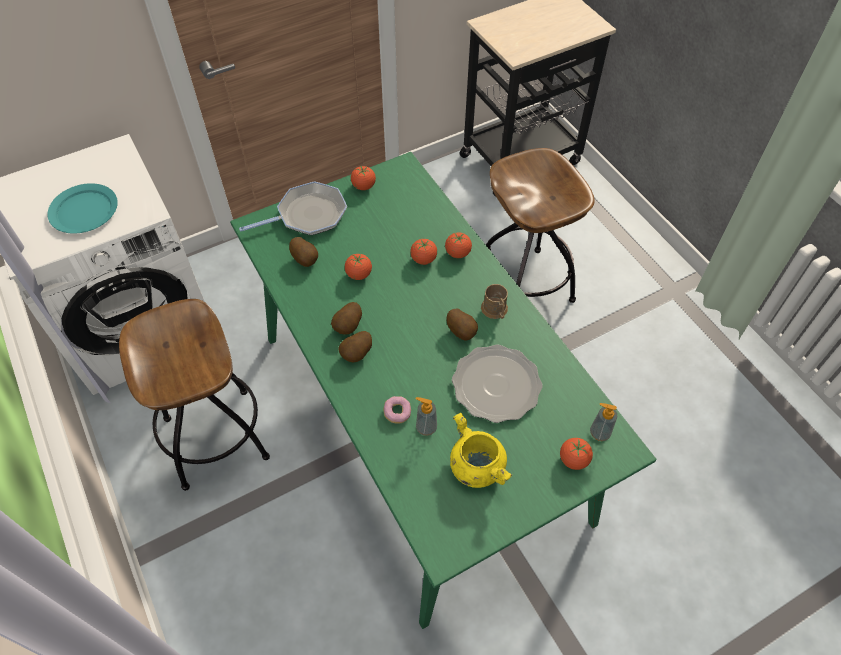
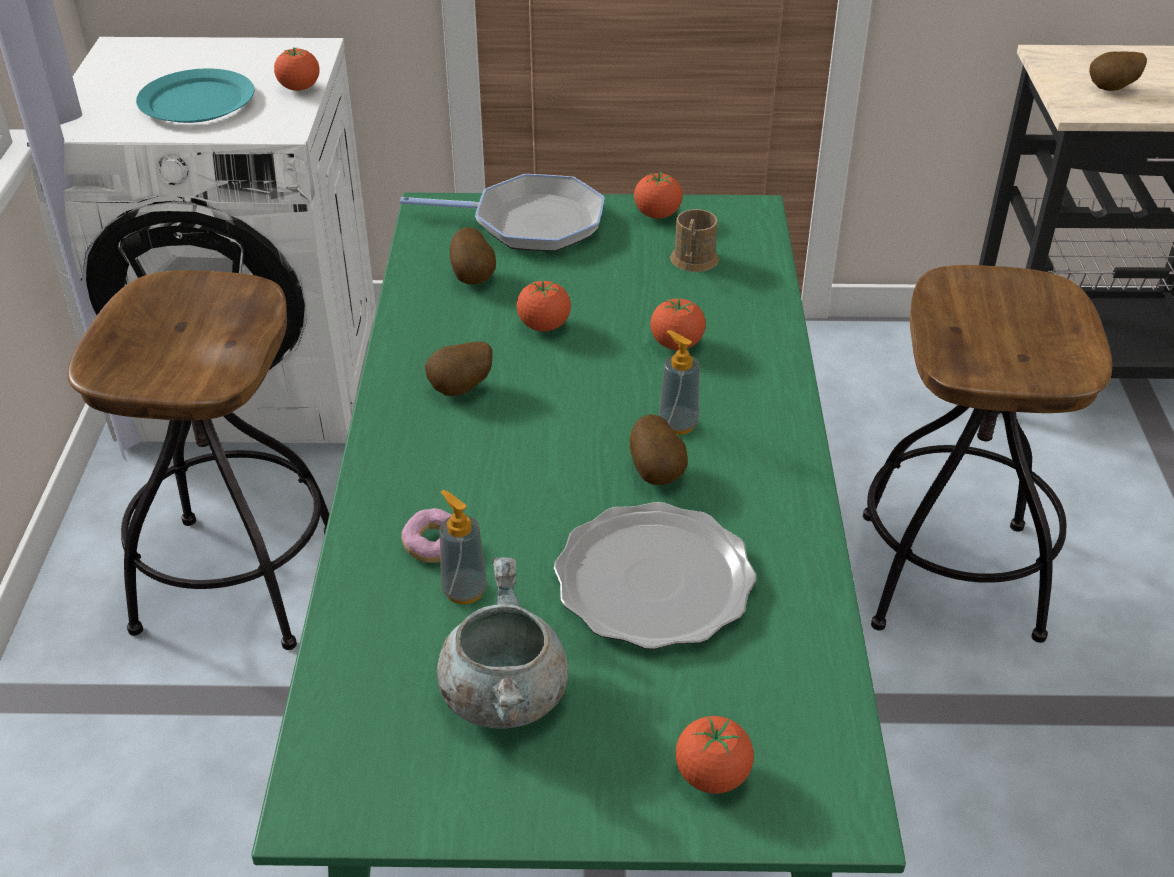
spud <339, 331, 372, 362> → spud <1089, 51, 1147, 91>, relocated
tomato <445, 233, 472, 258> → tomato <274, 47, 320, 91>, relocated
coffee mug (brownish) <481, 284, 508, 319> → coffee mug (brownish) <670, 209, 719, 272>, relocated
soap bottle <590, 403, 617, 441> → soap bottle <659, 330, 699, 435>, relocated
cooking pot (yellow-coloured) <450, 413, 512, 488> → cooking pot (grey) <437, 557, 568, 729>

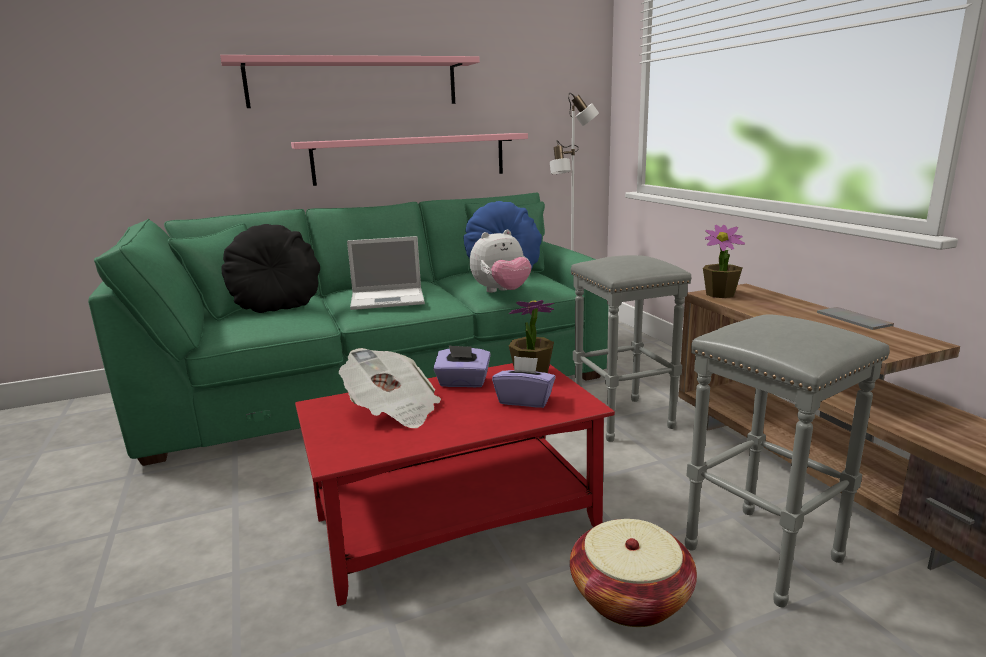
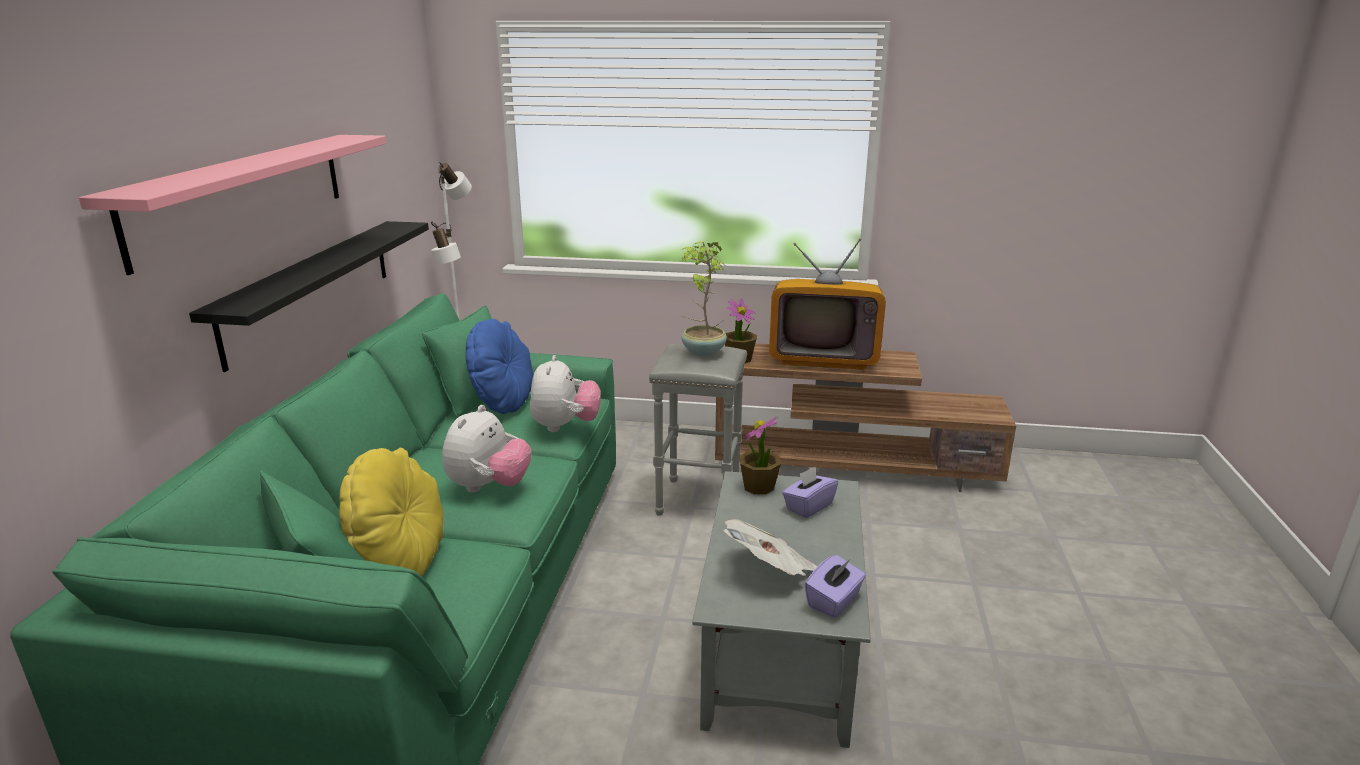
basket <570, 519, 697, 627> → -
sitting stool (grey) <685, 315, 890, 607> → -
- → potted plant <681, 241, 727, 356>
- → television <769, 238, 886, 370>
tissue holder (purplish) <433, 345, 491, 387> → tissue holder (purplish) <805, 555, 866, 618>, relocated
laptop <347, 236, 425, 310> → soft toy <442, 405, 531, 493>
throw pillow (blackish) <222, 224, 320, 313> → throw pillow (yellow-coloured) <339, 448, 443, 577>
wall shelf (pink) <291, 133, 528, 186> → wall shelf (blackish) <189, 221, 429, 372>
lounge table (red-coloured) <295, 363, 615, 606> → lounge table (grey) <692, 471, 871, 748>

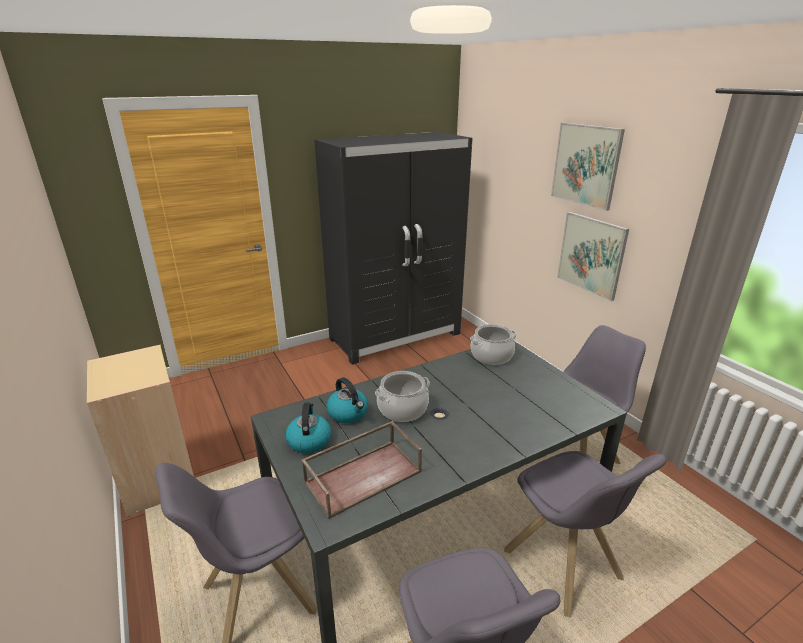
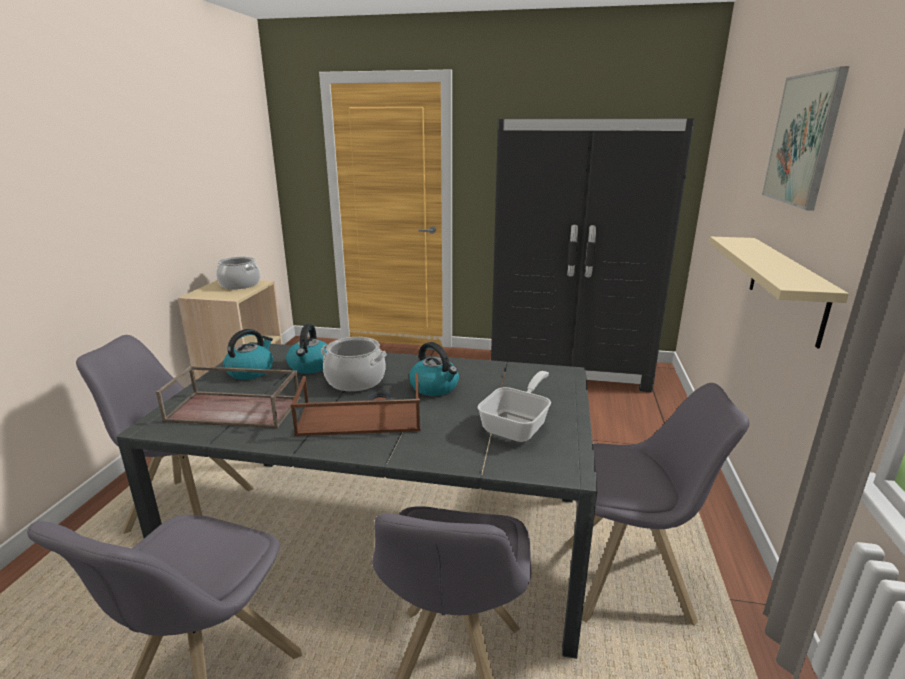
- → carrying tray (brownish) <290, 373, 421, 436>
- → water kettle <409, 342, 459, 396>
- → skillet <477, 371, 551, 442>
cooking pot <470, 324, 517, 365> → cooking pot <216, 256, 260, 289>, relocated
wall art <557, 212, 629, 301> → wall shelf (beige) <709, 237, 849, 349>

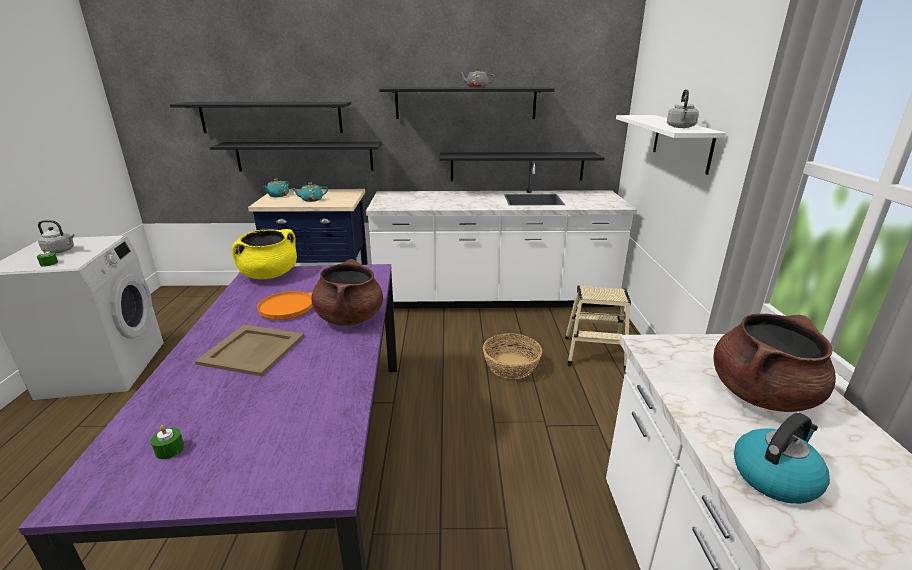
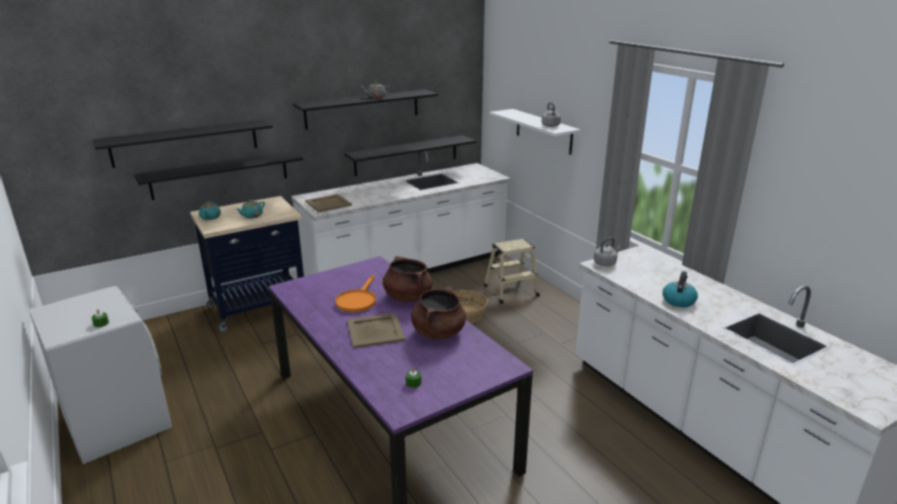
cooking pot (yellow-coloured) <232, 229, 297, 279> → -
- → carrying tray (beige) <305, 194, 352, 212>
water kettle (grey) <38, 220, 75, 253> → water kettle (grey) <594, 238, 621, 266>, relocated
cooking pot (brownish) <713, 314, 836, 412> → cooking pot (brownish) <411, 286, 466, 340>, relocated

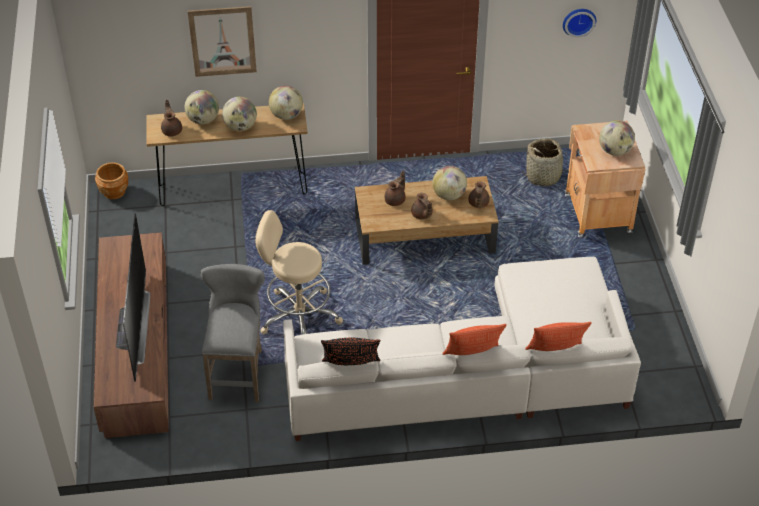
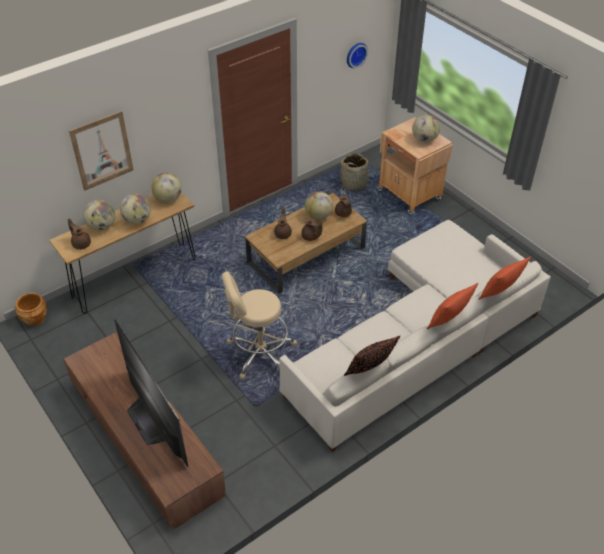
sitting stool (grey) <201, 264, 265, 402> → -

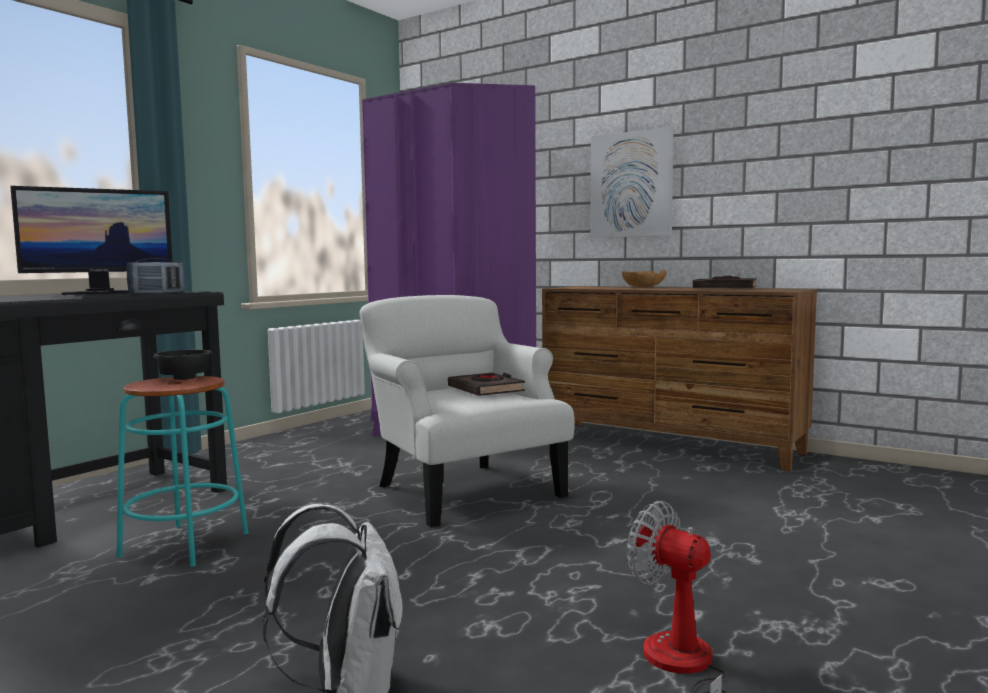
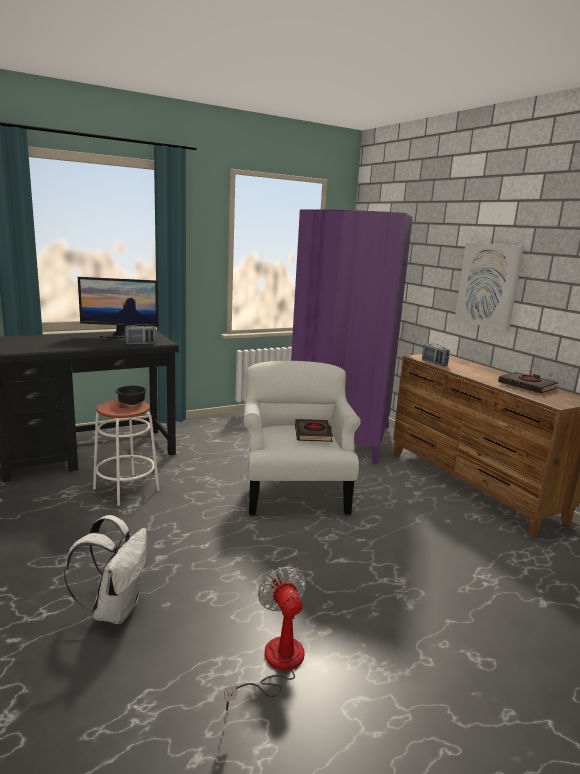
bowl (brownish) <622, 270, 667, 288> → -
- → radio set <422, 343, 450, 366>
sitting stool (blue-green) <117, 376, 248, 567> → sitting stool (whitish) <93, 400, 160, 506>

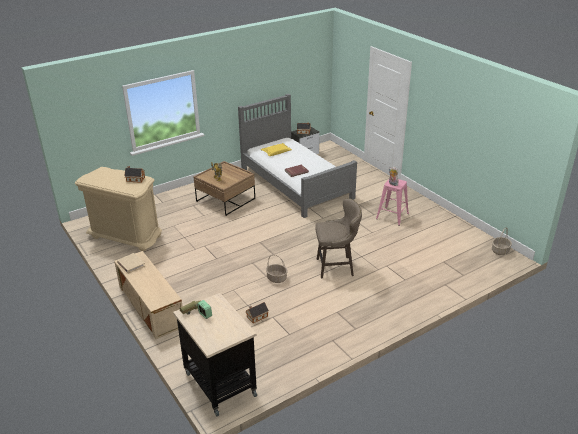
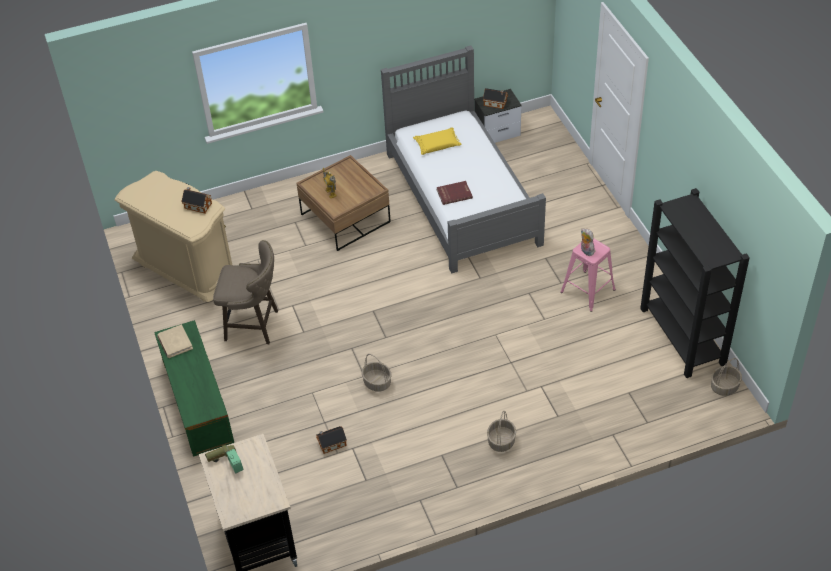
- → basket <487, 411, 516, 452>
- → bookcase (blackish) <640, 188, 750, 378>
sitting stool (beige) <315, 198, 362, 278> → sitting stool (beige) <213, 240, 278, 344>, relocated
bench (beige) <114, 251, 183, 339> → bench (greenish) <154, 320, 234, 457>

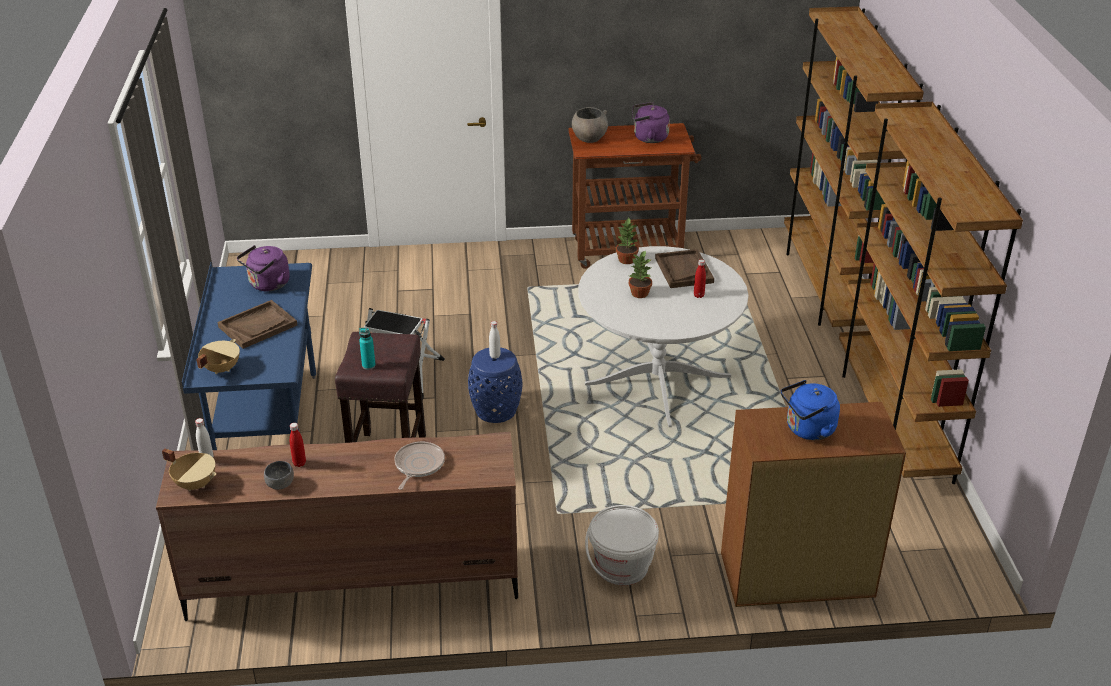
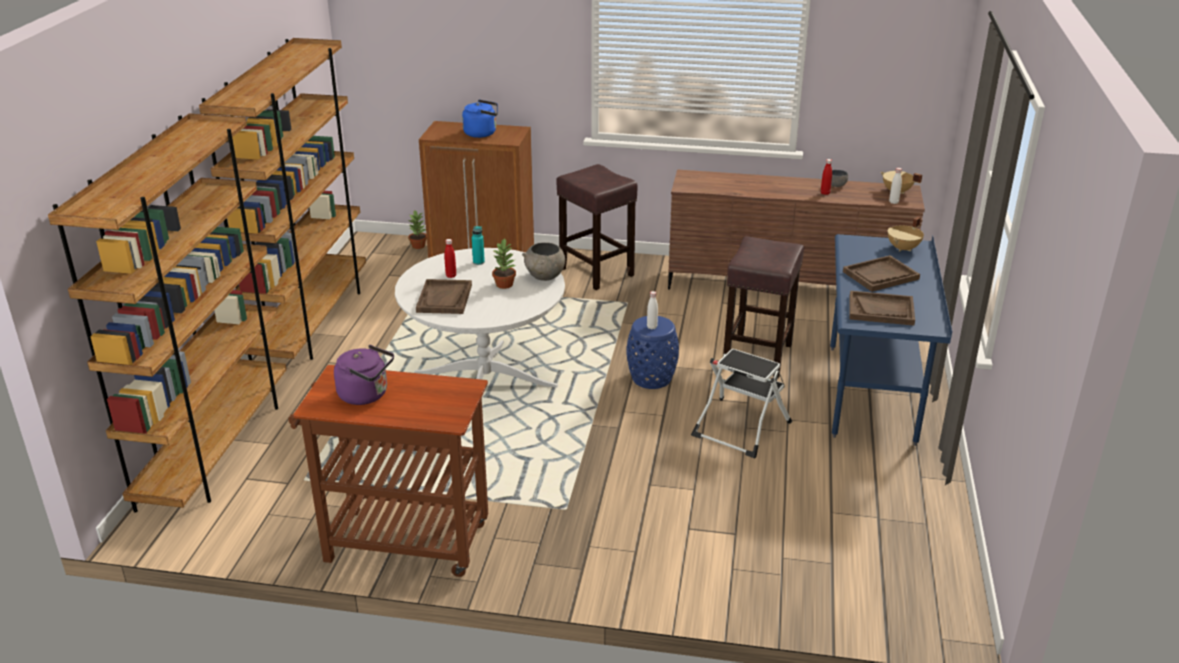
skillet <394, 442, 445, 490> → -
beverage bottle (blue-green) <359, 328, 376, 370> → beverage bottle (blue-green) <472, 226, 485, 265>, relocated
bowl (grey) <572, 107, 608, 143> → bowl (grey) <522, 242, 565, 281>, relocated
potted plant <616, 218, 639, 264> → potted plant <409, 211, 427, 249>, relocated
water kettle (purplish) <237, 245, 290, 291> → carrying tray (brownish) <850, 291, 915, 326>
bucket (whitish) <585, 505, 659, 585> → sitting stool (brownish) <556, 164, 638, 290>

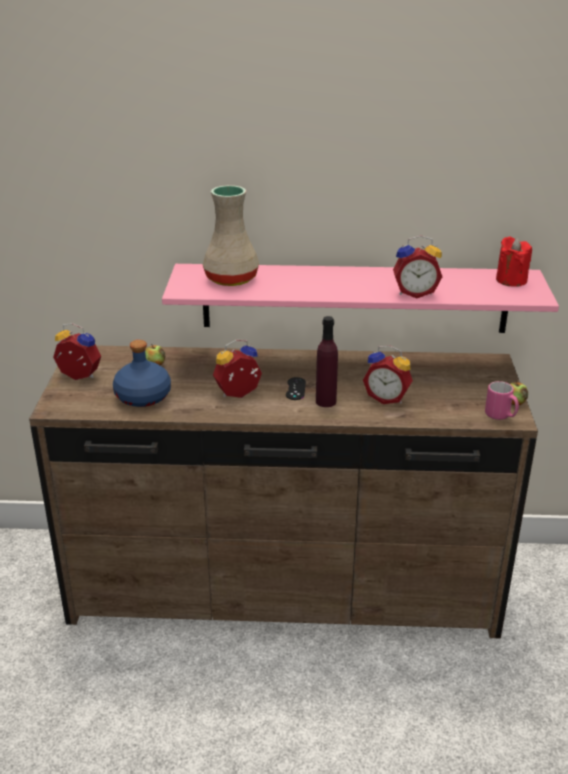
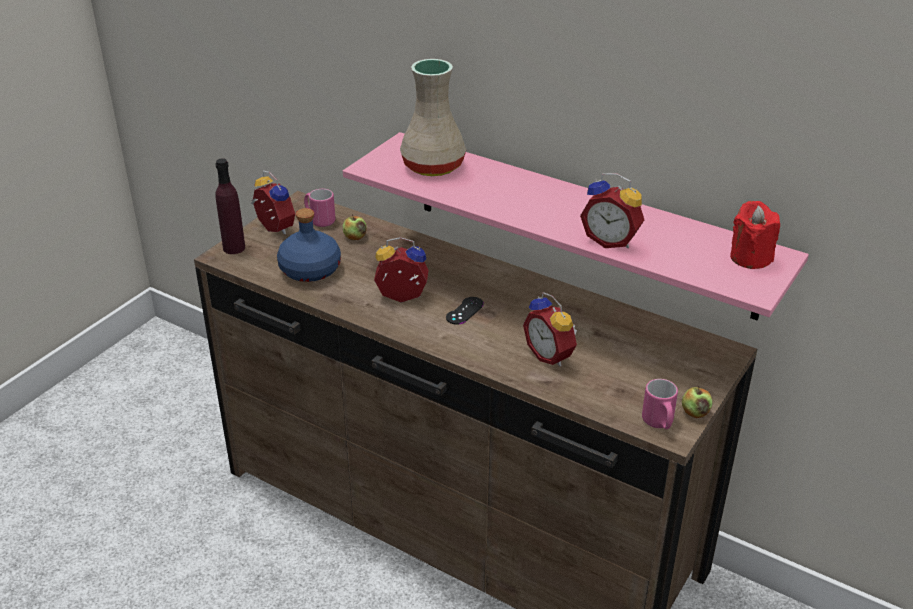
- → coffee mug (pink) <304, 189, 335, 227>
beverage bottle (purplish) <316, 316, 338, 407> → beverage bottle (purplish) <216, 158, 245, 254>, relocated

